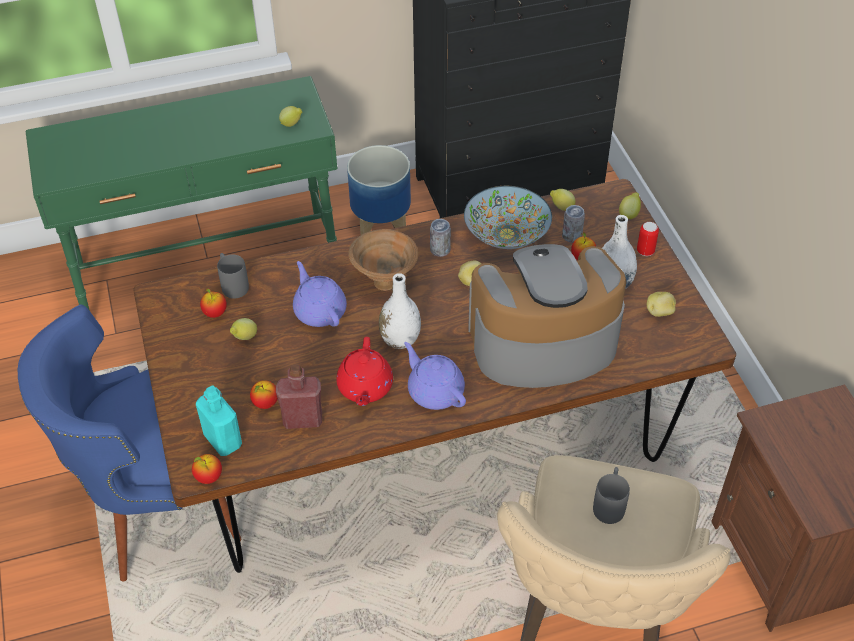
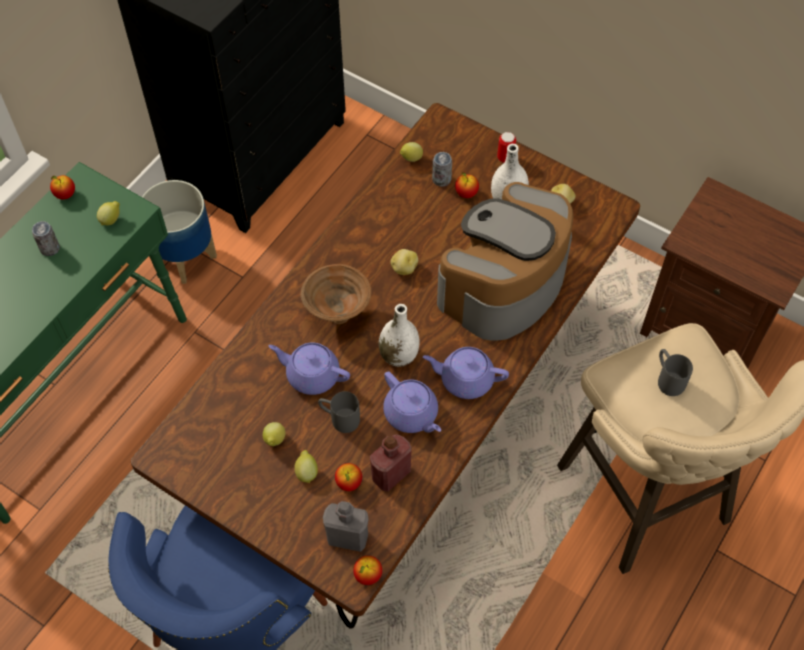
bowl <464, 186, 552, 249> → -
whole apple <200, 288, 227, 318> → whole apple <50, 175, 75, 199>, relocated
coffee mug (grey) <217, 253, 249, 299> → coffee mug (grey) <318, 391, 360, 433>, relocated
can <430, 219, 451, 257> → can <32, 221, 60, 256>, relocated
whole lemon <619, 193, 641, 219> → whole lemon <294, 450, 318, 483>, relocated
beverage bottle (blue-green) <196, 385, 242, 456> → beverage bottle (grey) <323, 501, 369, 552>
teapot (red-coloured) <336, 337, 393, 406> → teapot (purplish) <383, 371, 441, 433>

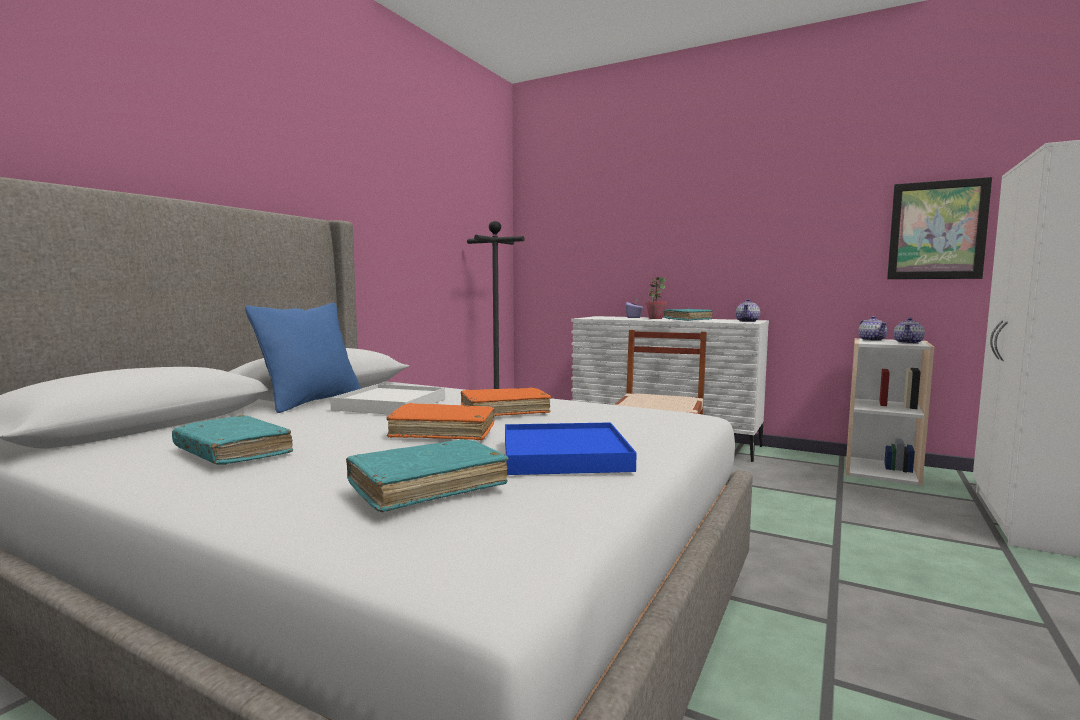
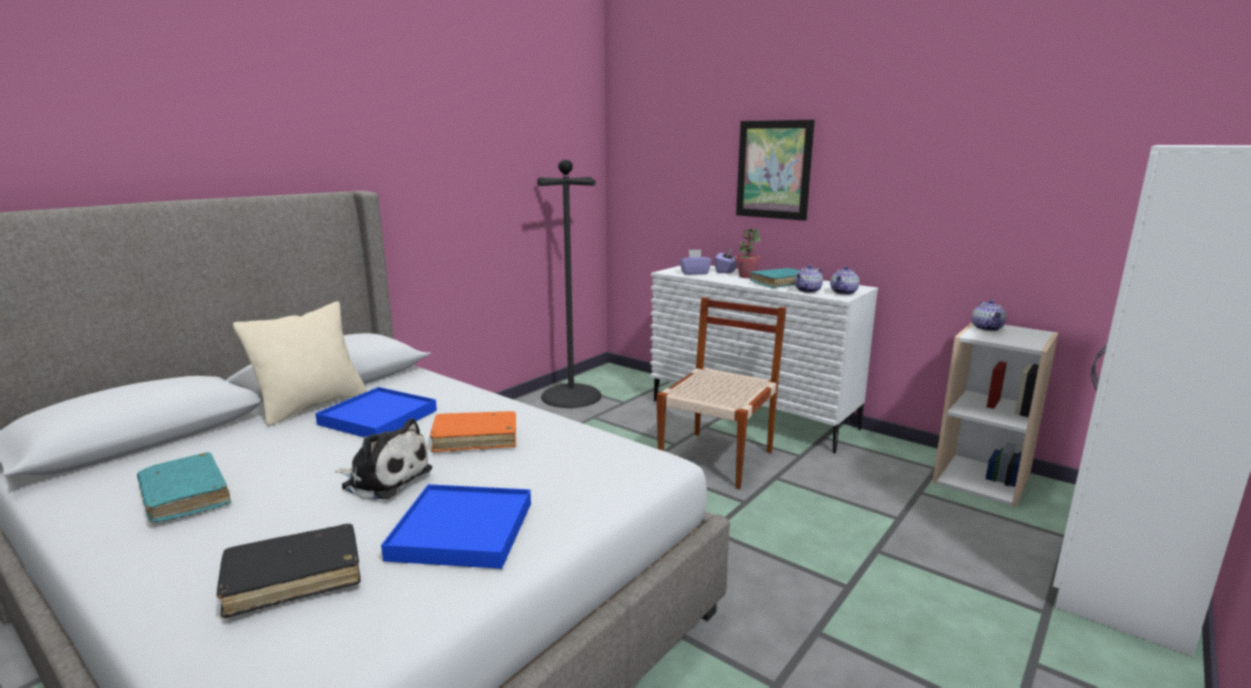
- → tissue holder (purplish) <679, 250, 712, 275>
wall art <887, 177, 992, 279> → wall art <736, 120, 815, 221>, relocated
teapot <894, 317, 925, 344> → teapot <795, 265, 823, 293>, relocated
volume (orange-coloured) <386, 403, 495, 440> → soft toy <335, 418, 432, 499>
throw pillow (blue) <245, 303, 361, 413> → throw pillow (beige) <233, 301, 367, 426>
carrying tray (whitish) <330, 384, 445, 415> → carrying tray (blue) <315, 387, 437, 437>
volume (blue-green) <346, 439, 509, 512> → volume (blackish) <217, 524, 361, 618>

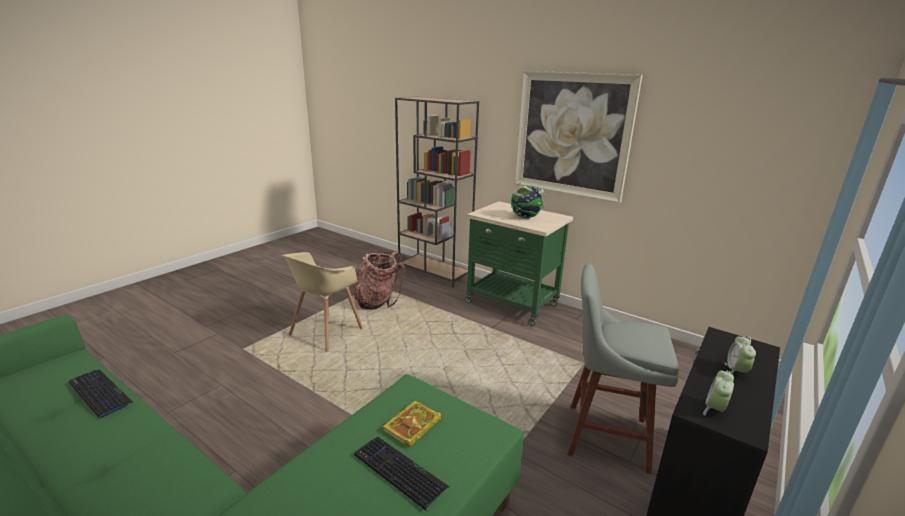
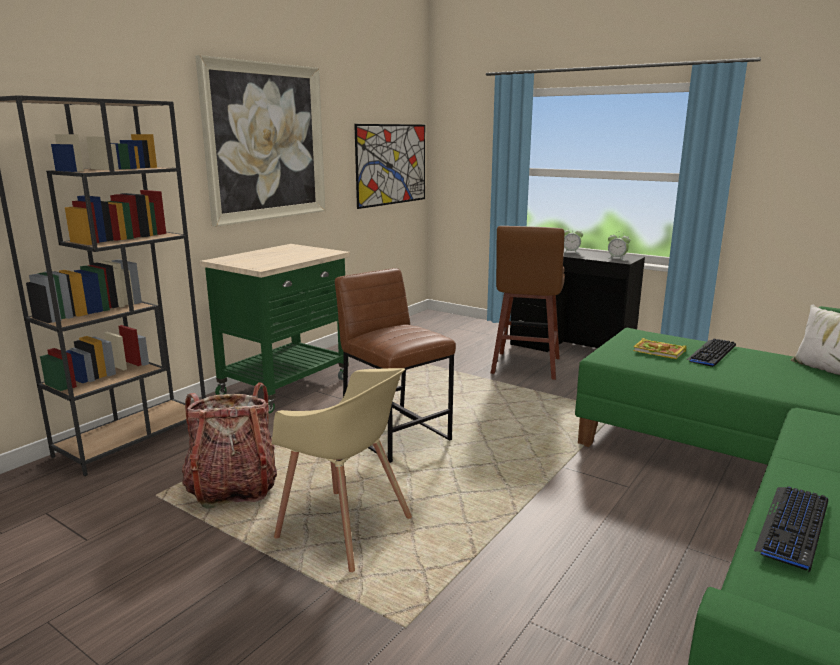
desk globe <510, 182, 545, 218> → -
- → upright chair (brownish) <335, 268, 456, 463>
- → wall art <354, 124, 425, 209>
sitting stool (grey) <568, 263, 679, 474> → sitting stool (brownish) <491, 226, 565, 380>

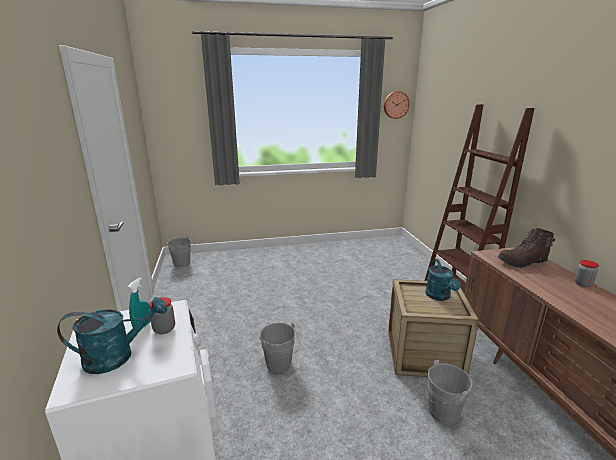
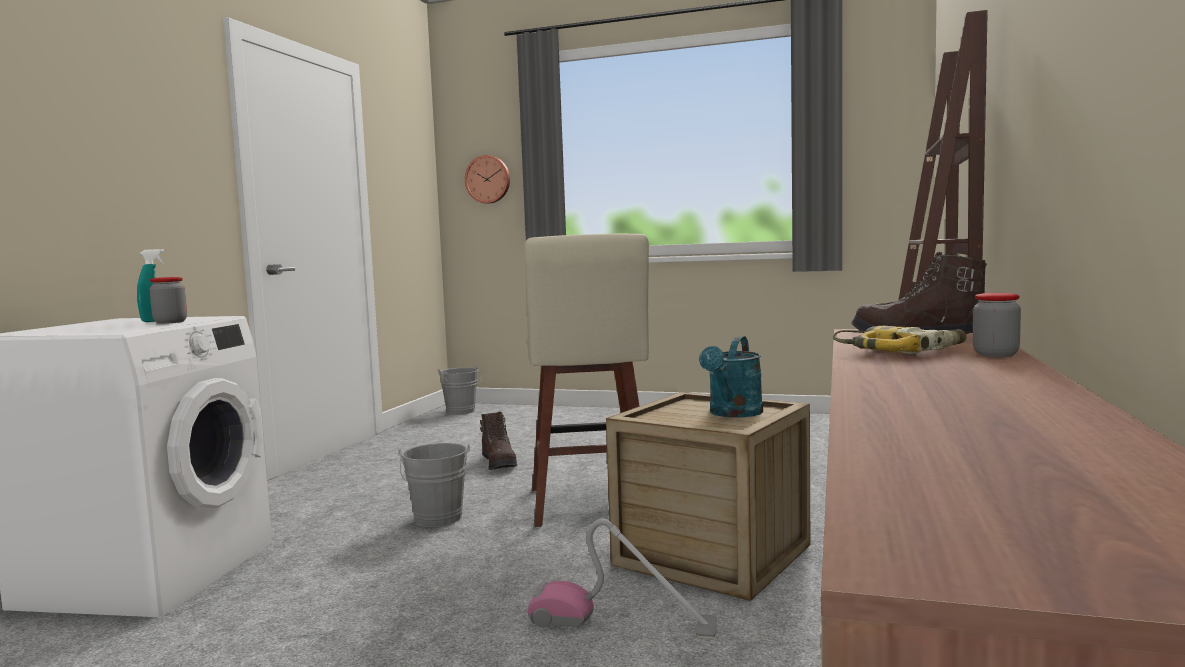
sprinkling can (blue-green) <57, 297, 167, 374> → -
- → tall boot (brownish) <480, 412, 517, 470>
- → sitting stool (beige) <525, 234, 649, 528>
- → power drill <833, 326, 967, 354>
hanging clock <384, 91, 410, 119> → hanging clock <465, 155, 510, 204>, relocated
bucket (grey) <419, 360, 473, 425> → vacuum cleaner <528, 519, 717, 638>

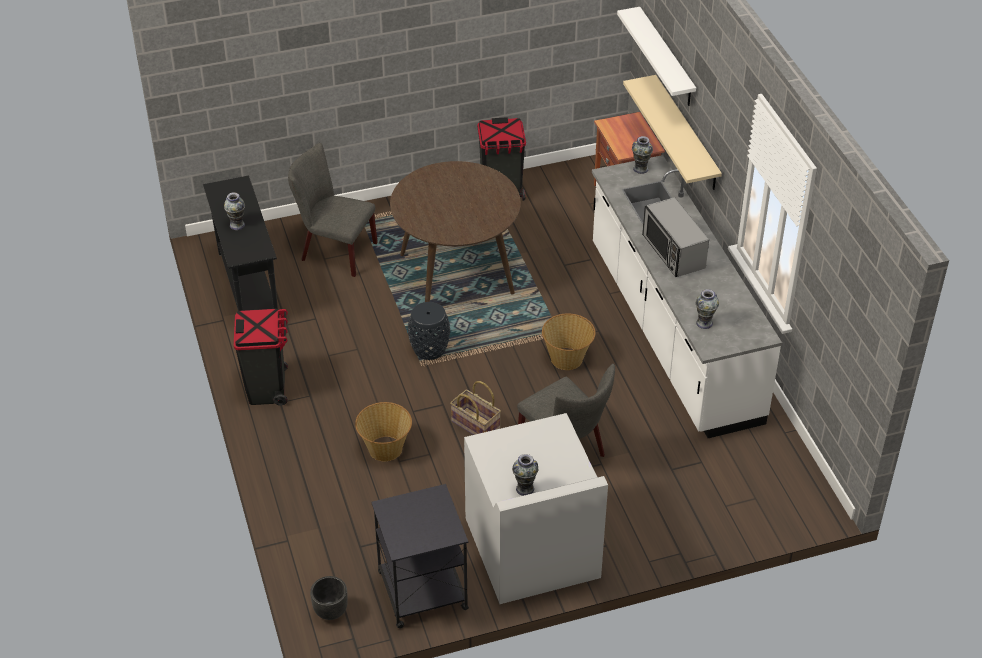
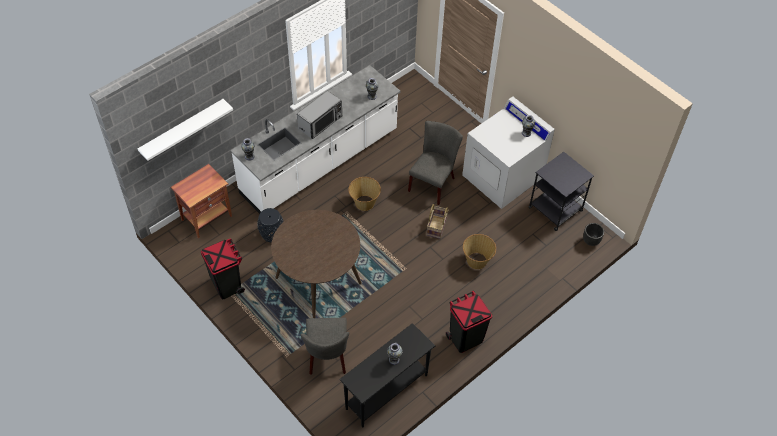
wall shelf (beige) <623, 75, 722, 190> → -
sitting stool (blackish) <408, 302, 450, 360> → sitting stool (blackish) <257, 208, 284, 242>, relocated

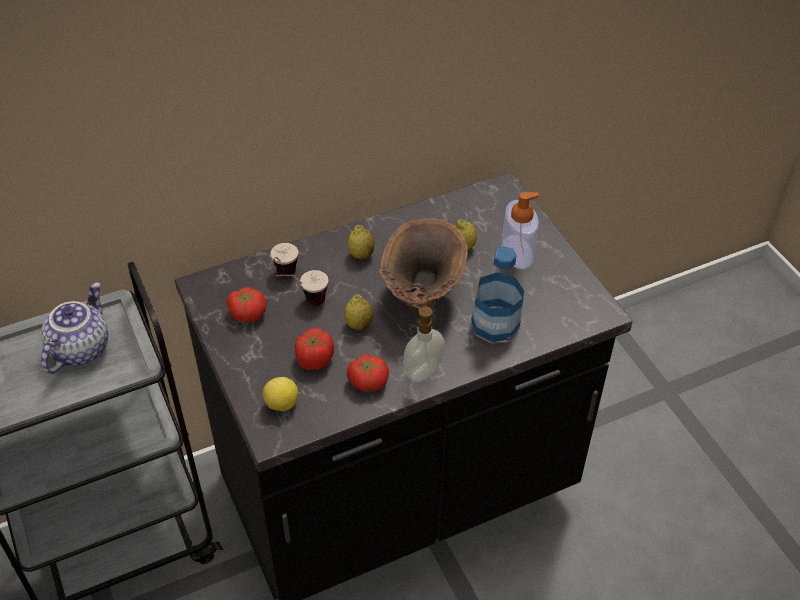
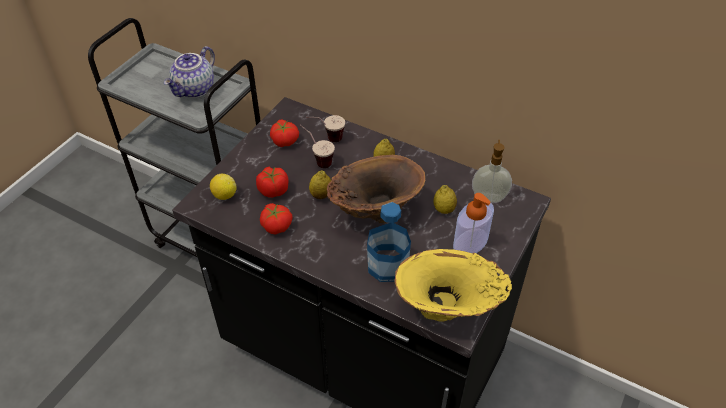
- → vase (yellow-coloured) <394, 249, 512, 322>
soap bottle <403, 304, 445, 382> → soap bottle <472, 140, 512, 203>, relocated
teapot <41, 282, 108, 374> → teapot <164, 46, 215, 98>, 135 degrees clockwise

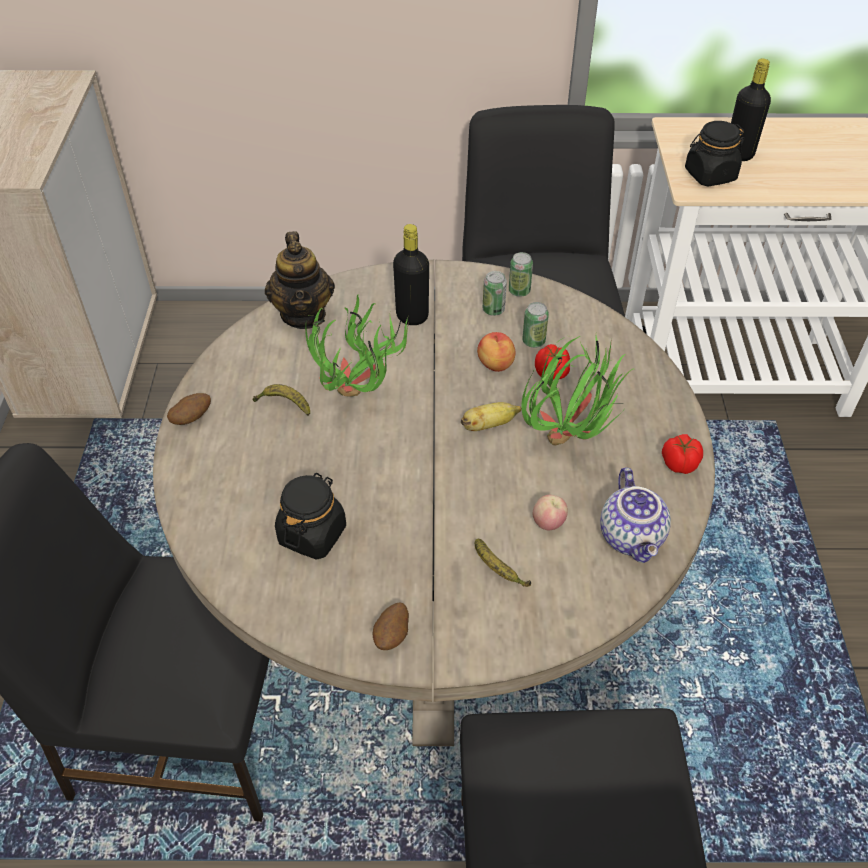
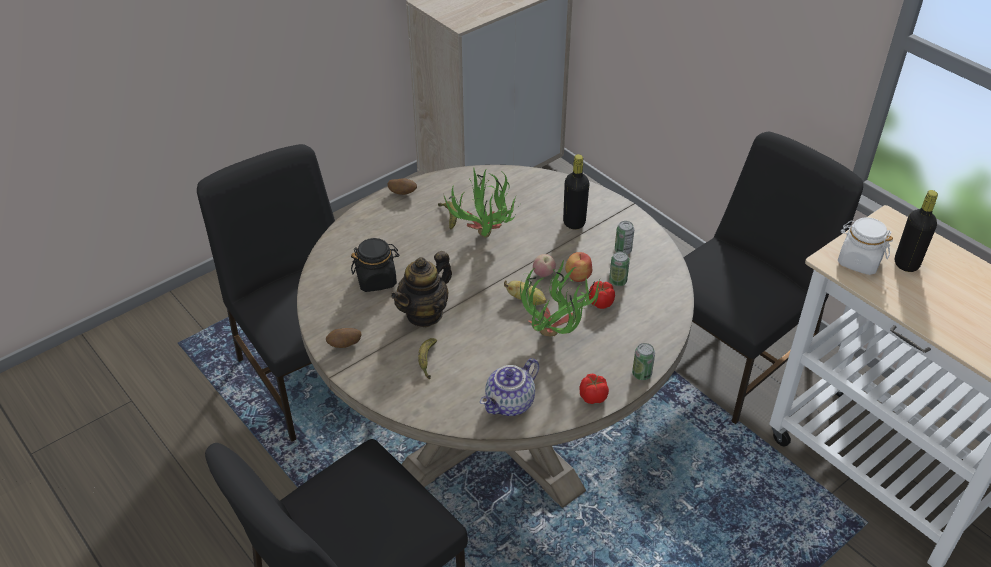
teapot <265, 231, 335, 329> → teapot <391, 251, 452, 327>, relocated
can <509, 252, 533, 297> → can <632, 343, 655, 380>, relocated
whole apple <533, 495, 568, 531> → whole apple <533, 254, 556, 277>, relocated
storage jar (blackish) <685, 121, 745, 186> → storage jar (whitish) <838, 217, 893, 275>

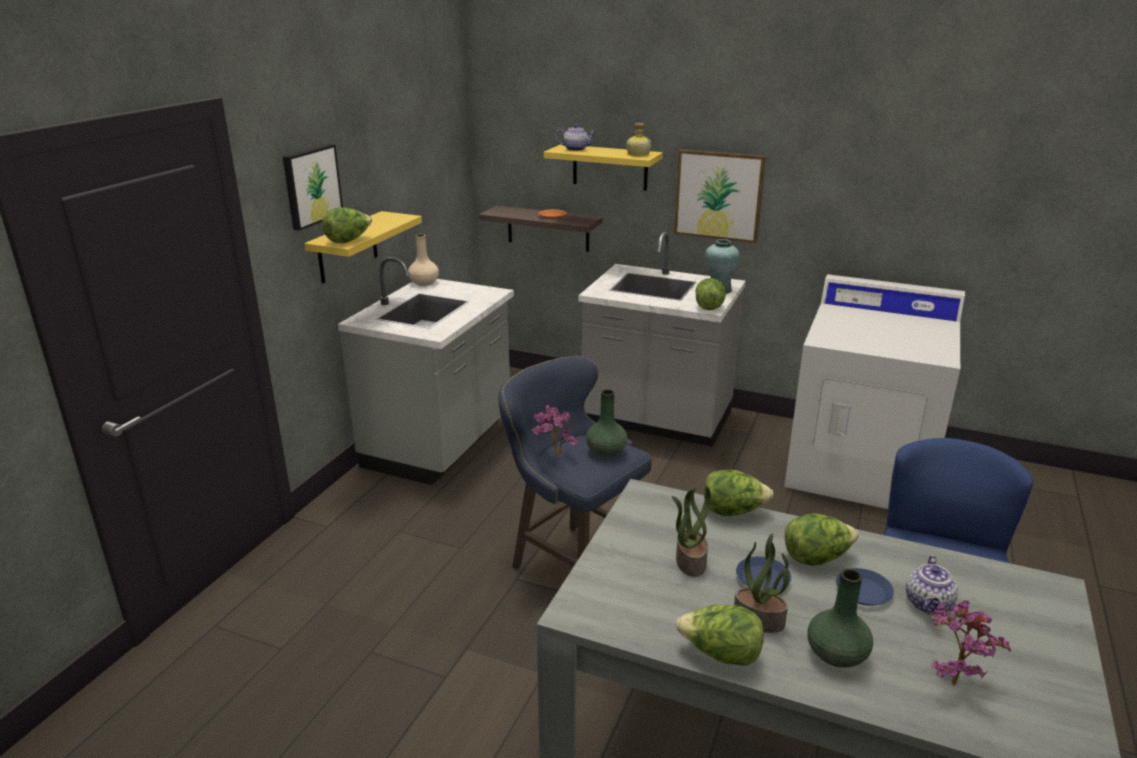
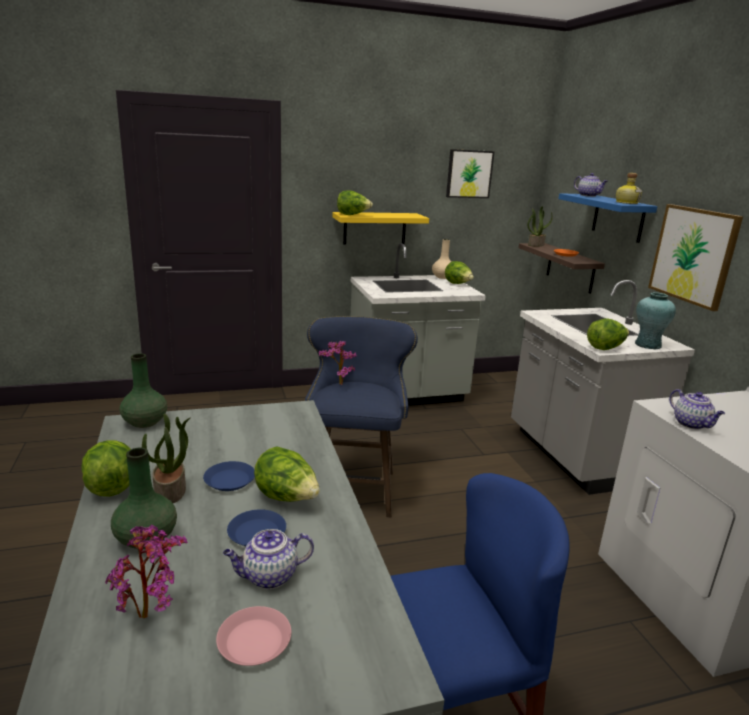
- → plate (pink) <216, 606, 291, 666>
- → teapot <669, 389, 725, 429>
wall art <283, 144, 343, 231> → wall art <446, 149, 494, 198>, relocated
vase (greenish) <586, 389, 627, 457> → vase (greenish) <120, 353, 167, 428>, relocated
potted plant <672, 487, 711, 577> → potted plant <527, 206, 553, 247>, relocated
lettuce <704, 470, 773, 516> → lettuce <445, 261, 474, 284>, relocated
wall shelf (yellow-coloured) <544, 144, 663, 191> → wall shelf (blue) <559, 193, 657, 243>

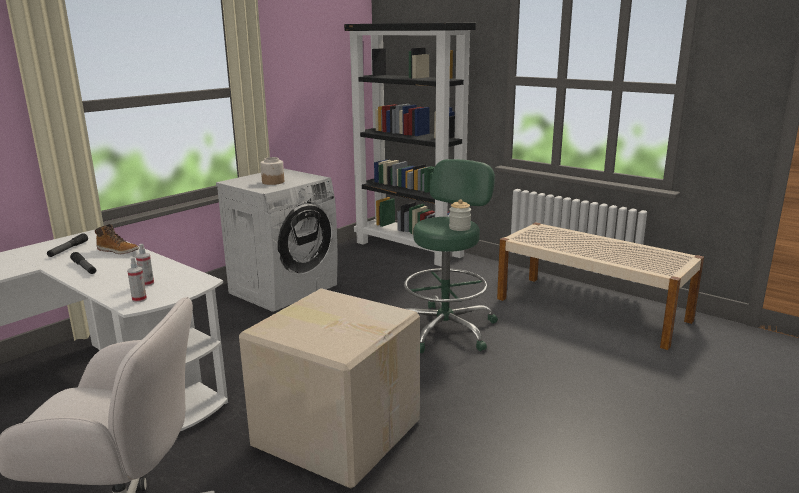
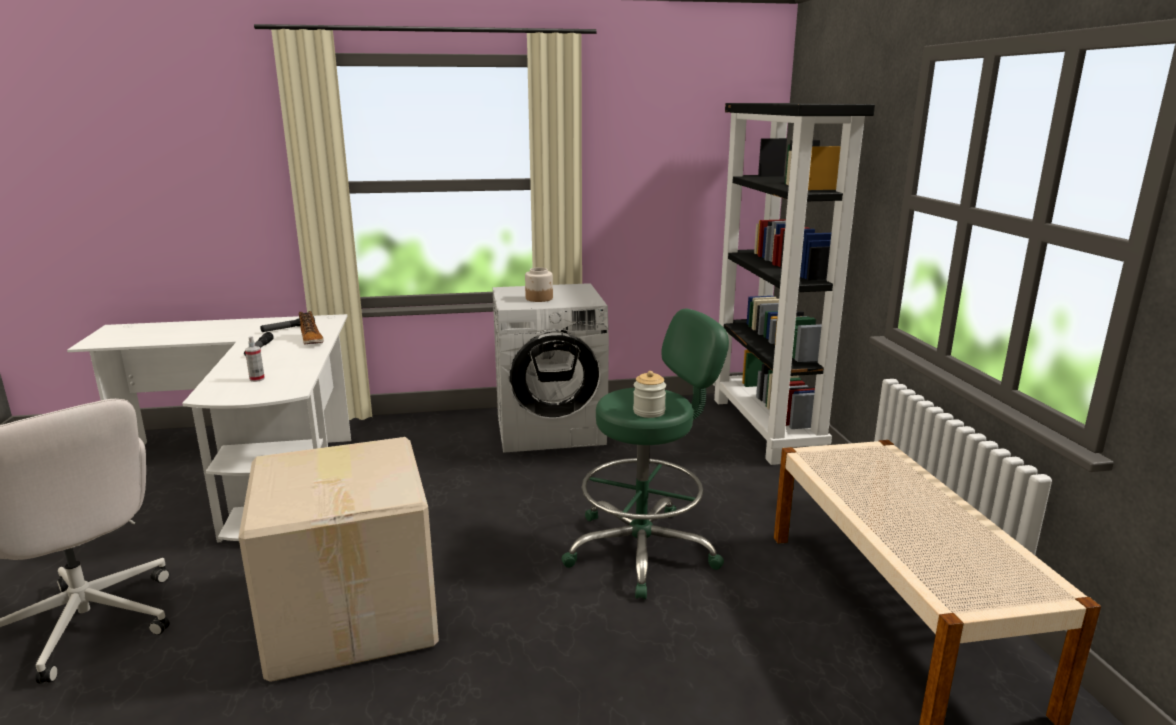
sprayer <127, 257, 147, 302> → -

